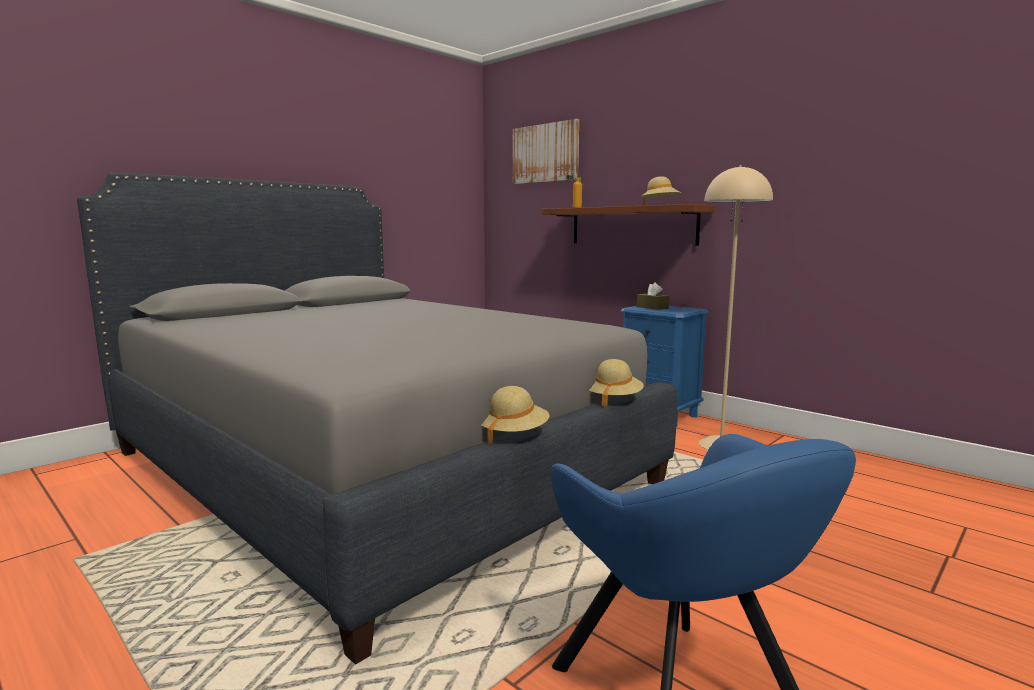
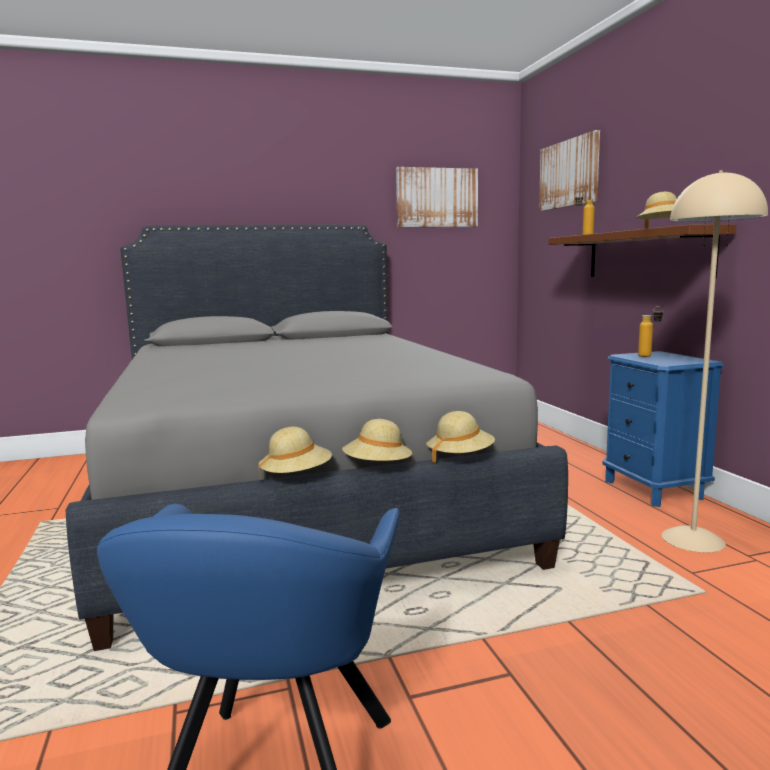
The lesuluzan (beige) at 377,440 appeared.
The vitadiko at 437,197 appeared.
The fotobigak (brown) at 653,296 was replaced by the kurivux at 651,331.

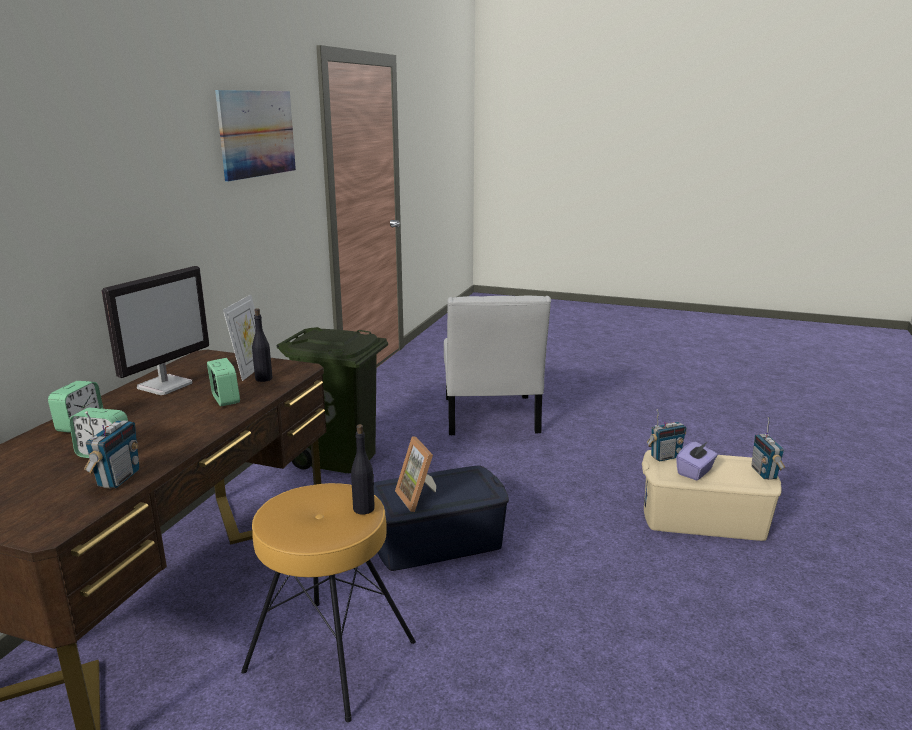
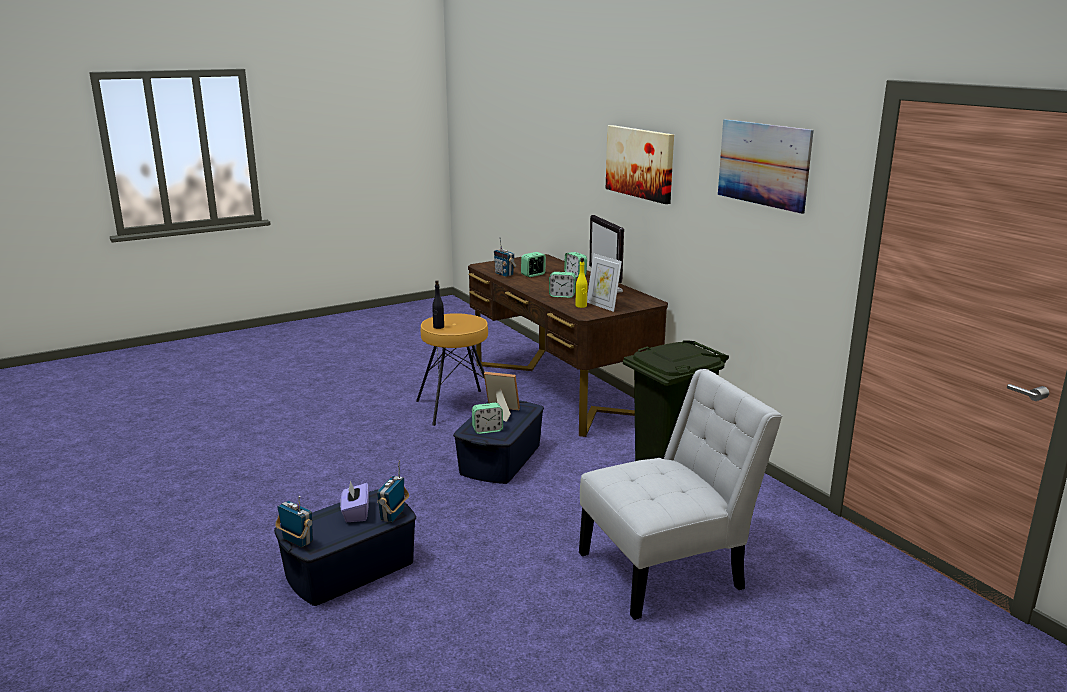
The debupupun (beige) at 712,495 became the debupupun (blue) at 345,547.
The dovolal at 487,418 appeared.
The kurivux (black) at 262,345 became the kurivux (yellow) at 581,283.
The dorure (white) at 497,365 turned 120 degrees clockwise.
The vitadiko at 640,164 appeared.

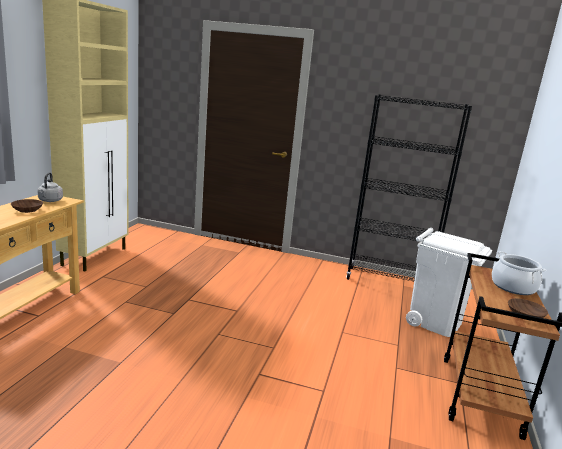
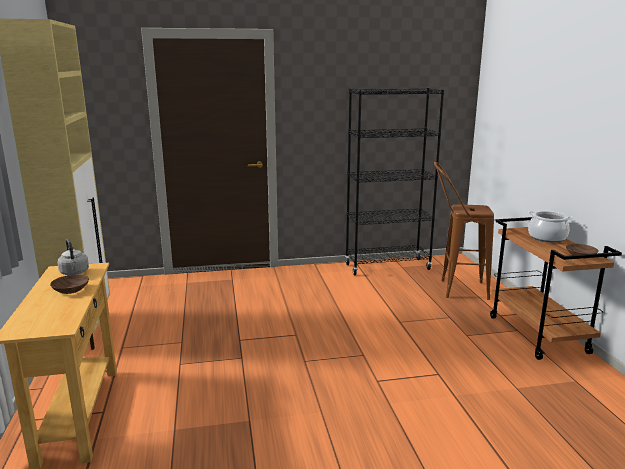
The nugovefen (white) at 449,282 was replaced by the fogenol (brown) at 464,231.

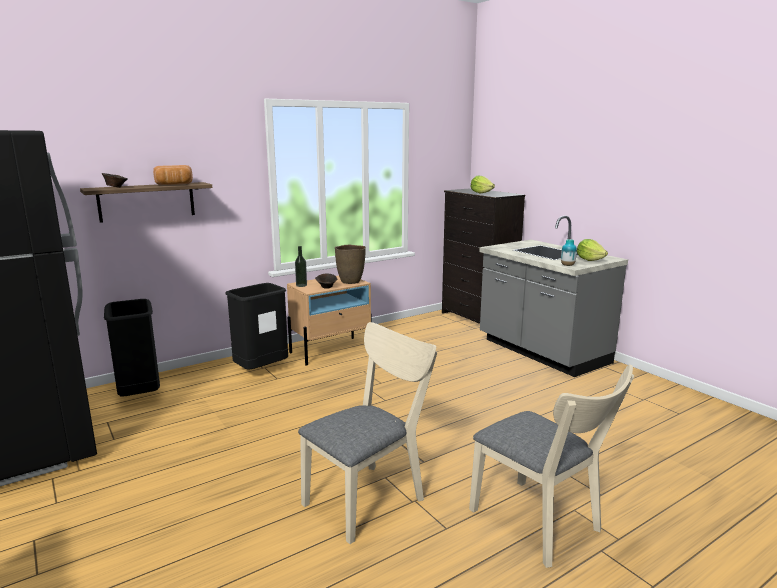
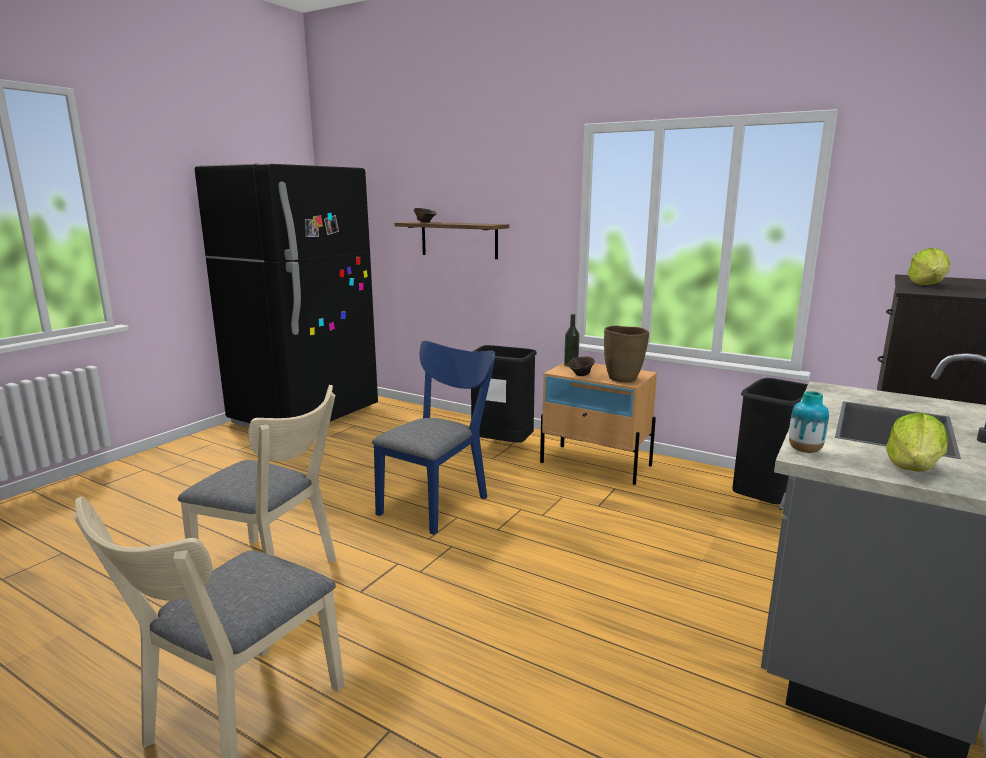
The dorure (blue) at 433,438 appeared.
The nugovefen (black) moved from 132,347 to 770,441.
The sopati at 173,175 disappeared.

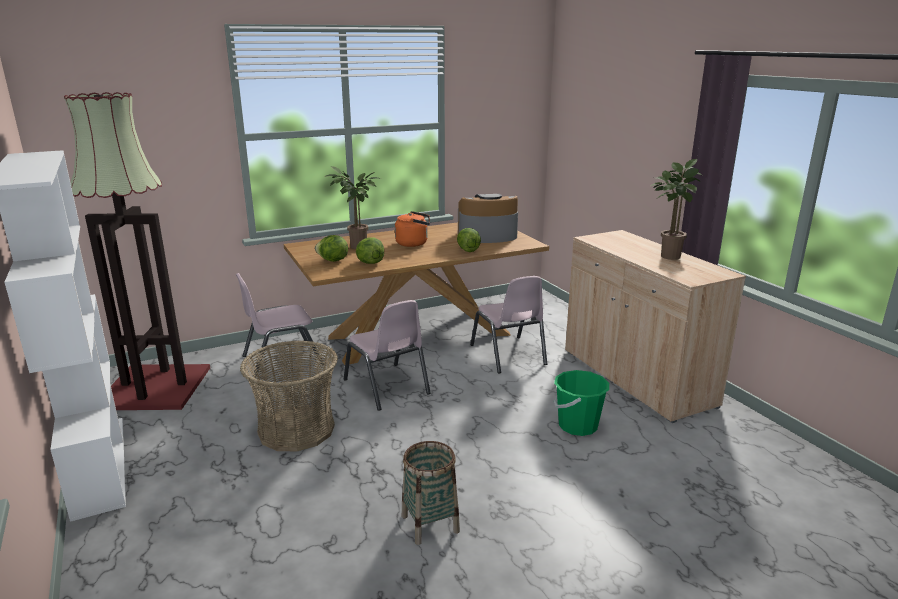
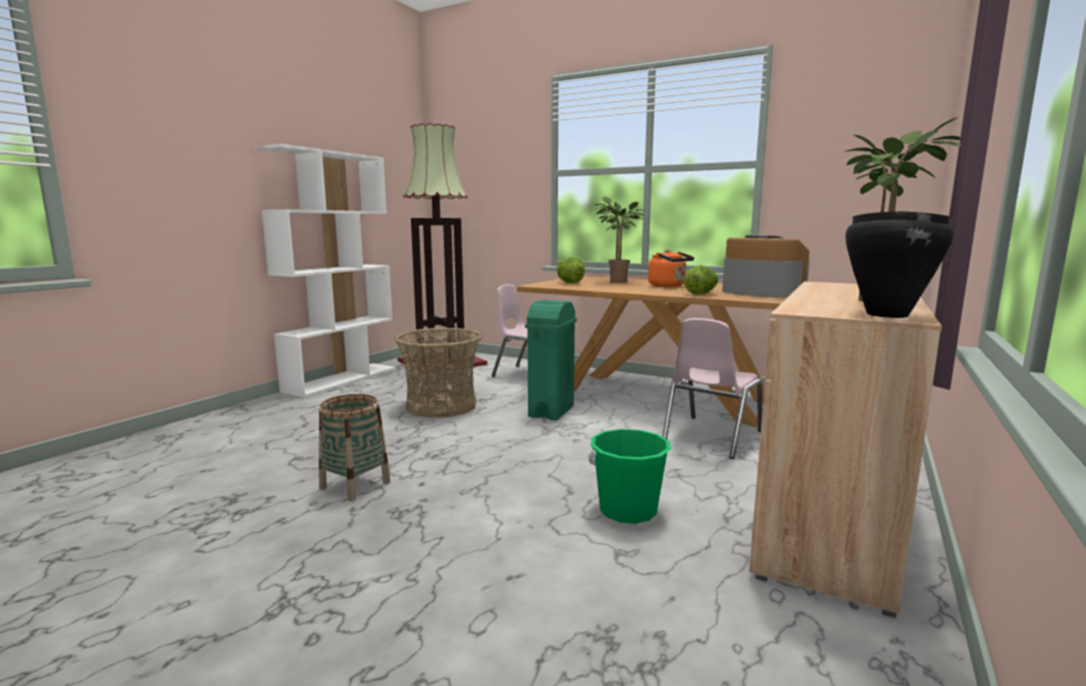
The dorure (pink) at 387,355 was replaced by the nugovefen (green) at 551,360.
The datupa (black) at 899,264 appeared.
The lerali at 370,250 disappeared.

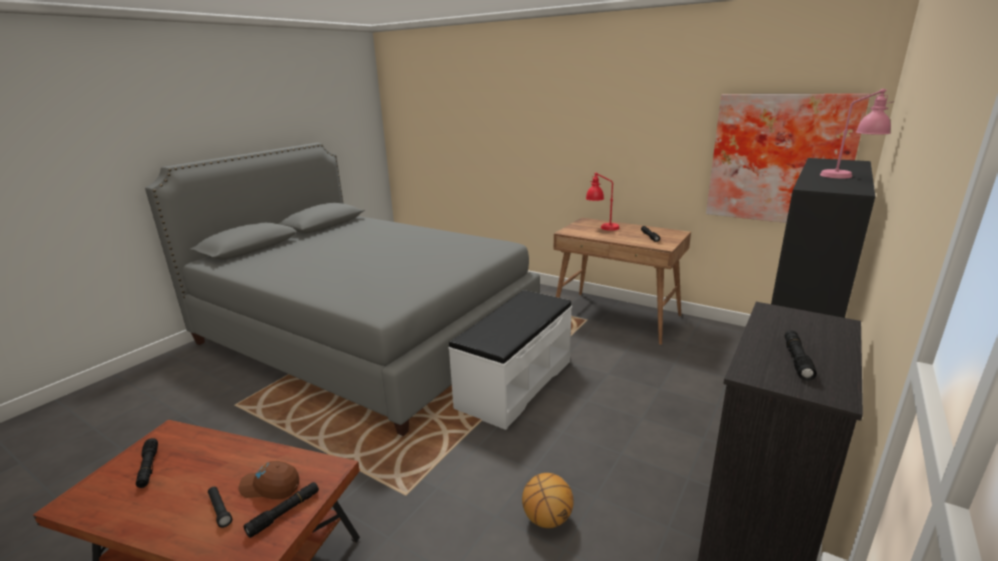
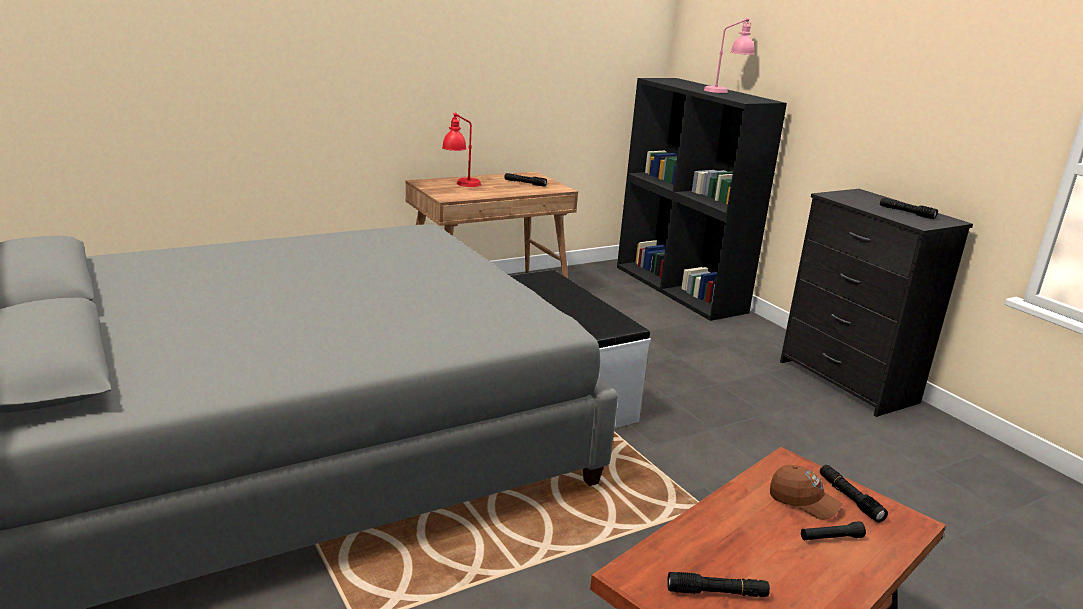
The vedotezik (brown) at 268,480 turned 90 degrees counterclockwise.
The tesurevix at 548,500 disappeared.
The vitadiko at 788,158 disappeared.

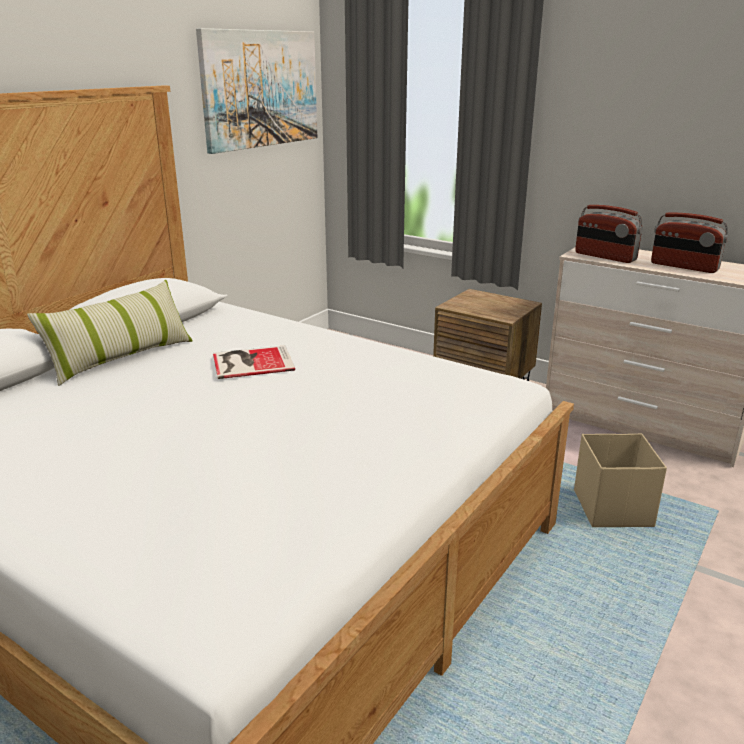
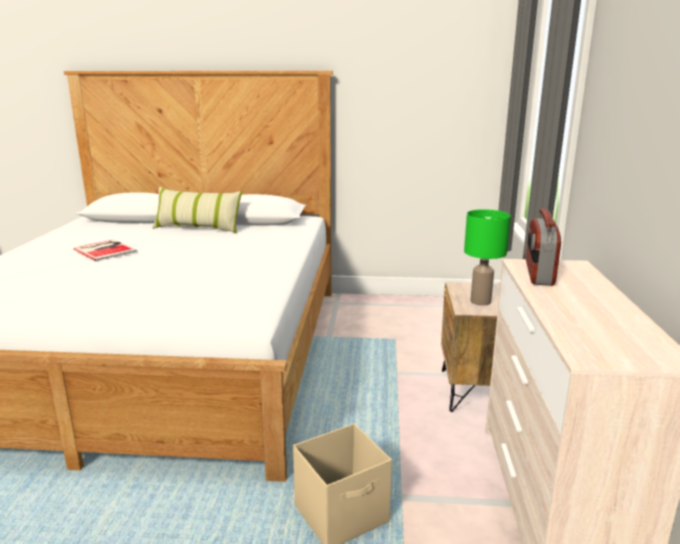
The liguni moved from 254,362 to 105,250.
The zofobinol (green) at 487,257 appeared.
The vitadiko at 256,91 disappeared.
The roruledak at 690,243 disappeared.

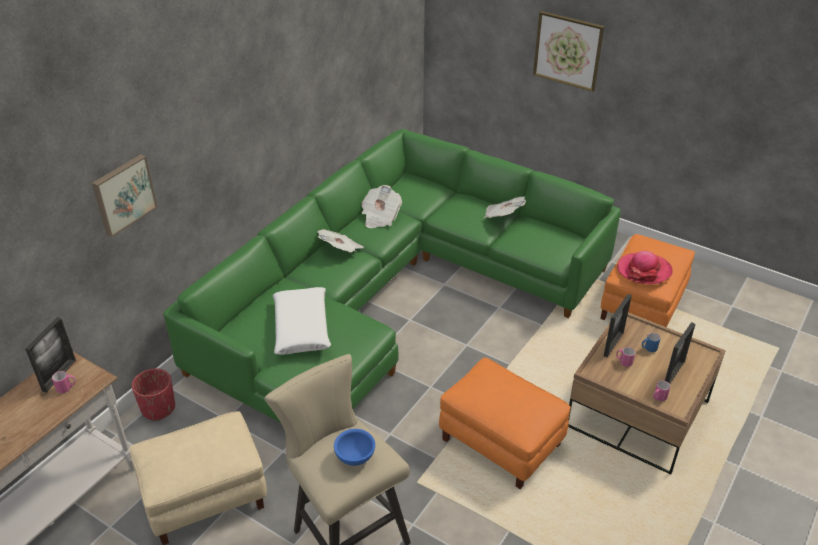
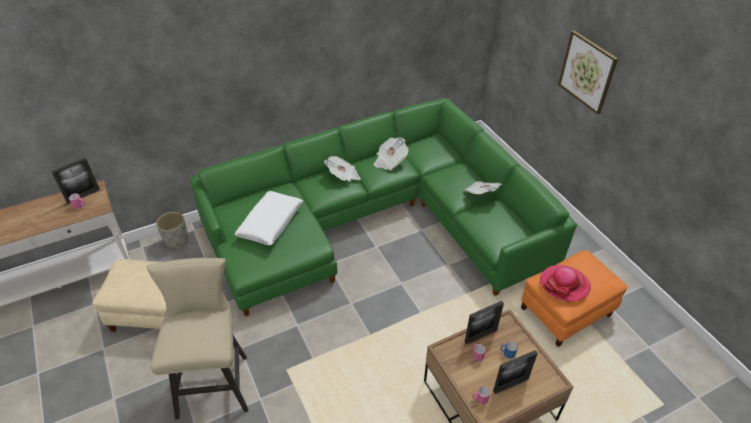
The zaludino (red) at 153,394 became the zaludino (grey) at 172,230.
The vitadiko at 124,195 disappeared.
The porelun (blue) at 354,447 disappeared.
The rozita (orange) at 505,423 disappeared.

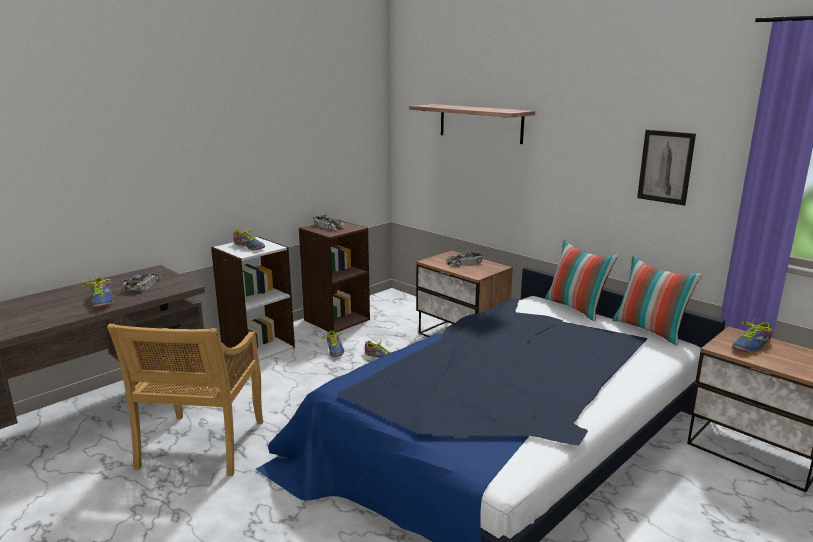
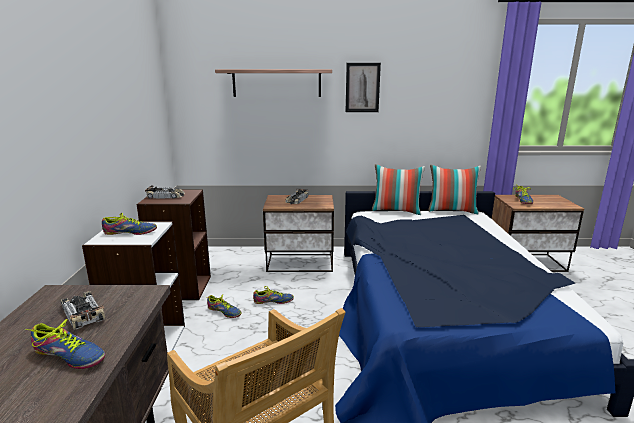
The vitadiko moved from 666,168 to 363,87.

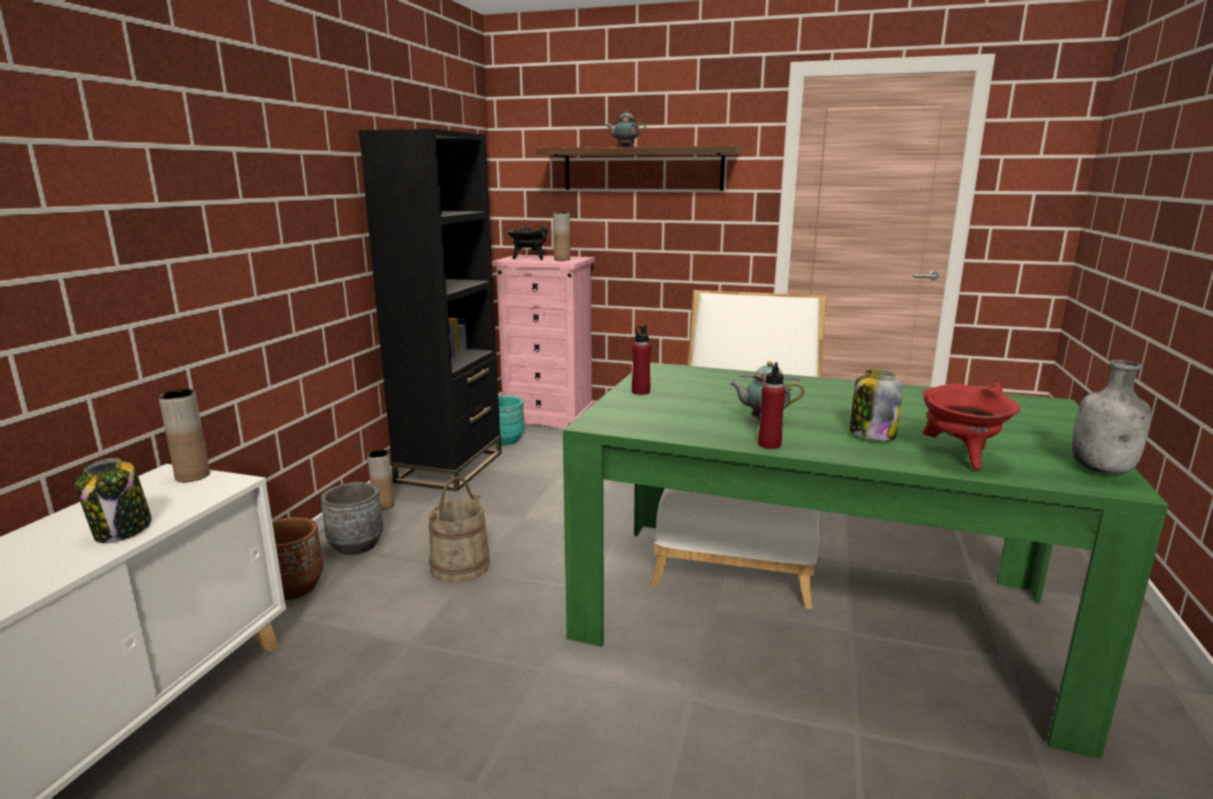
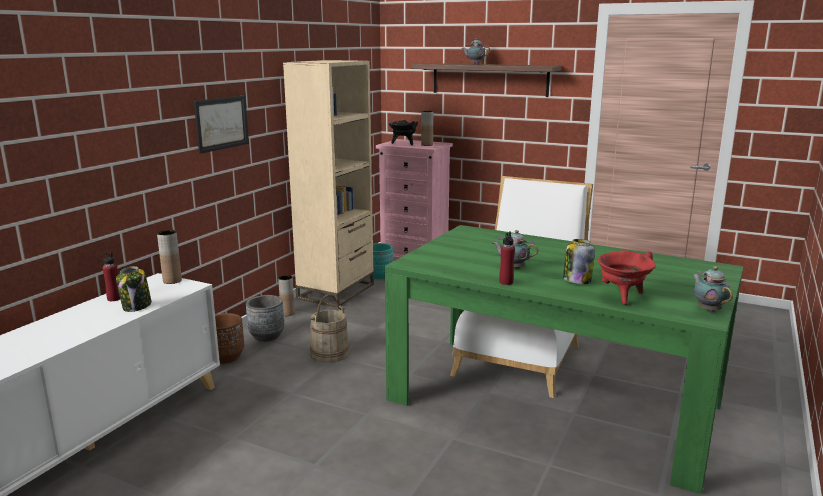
The kurivux (red) moved from 641,360 to 110,276.
The vitadiko at 221,124 appeared.
The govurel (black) at 429,309 became the govurel (beige) at 328,184.
The kurivux (grey) at 1111,417 was replaced by the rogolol at 713,289.

